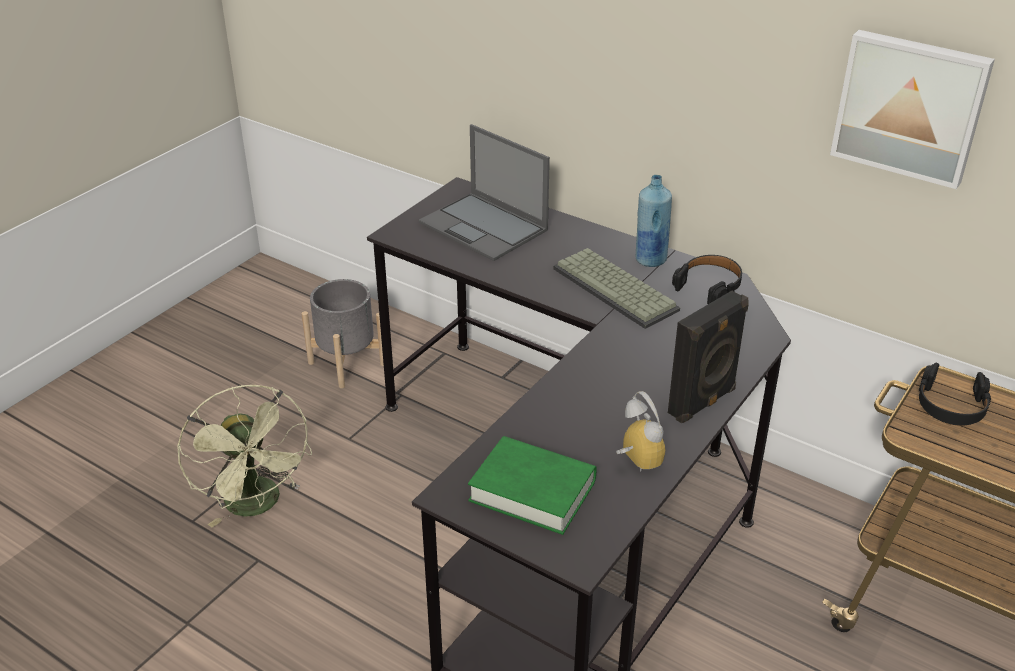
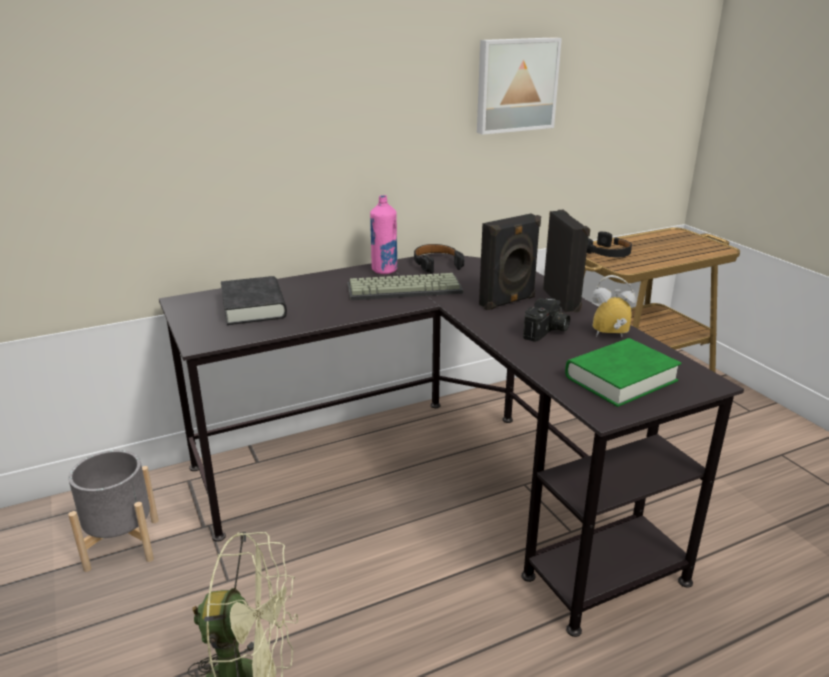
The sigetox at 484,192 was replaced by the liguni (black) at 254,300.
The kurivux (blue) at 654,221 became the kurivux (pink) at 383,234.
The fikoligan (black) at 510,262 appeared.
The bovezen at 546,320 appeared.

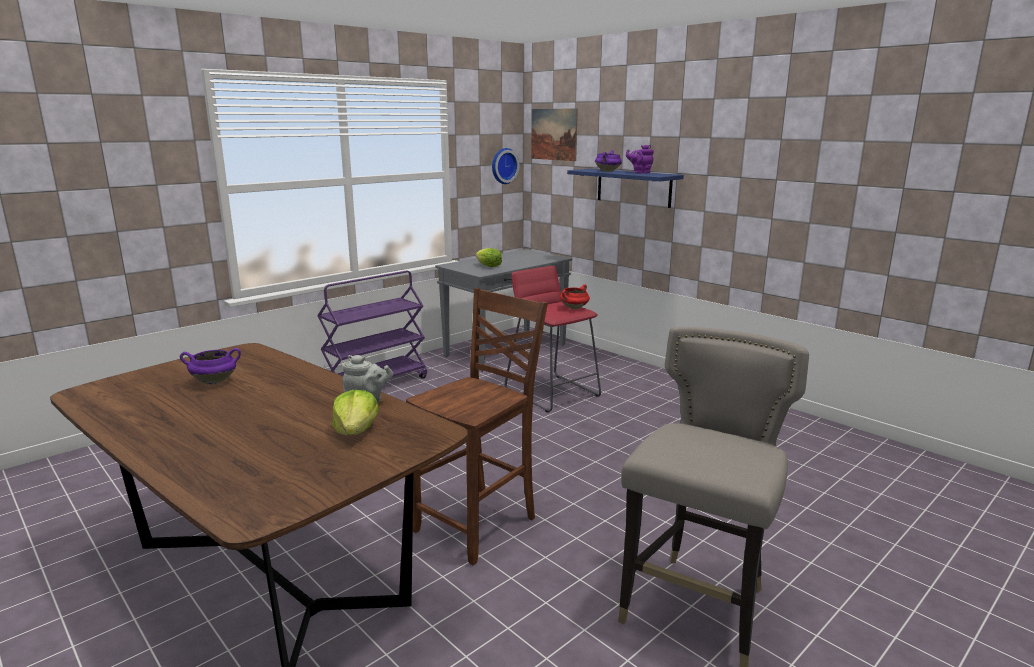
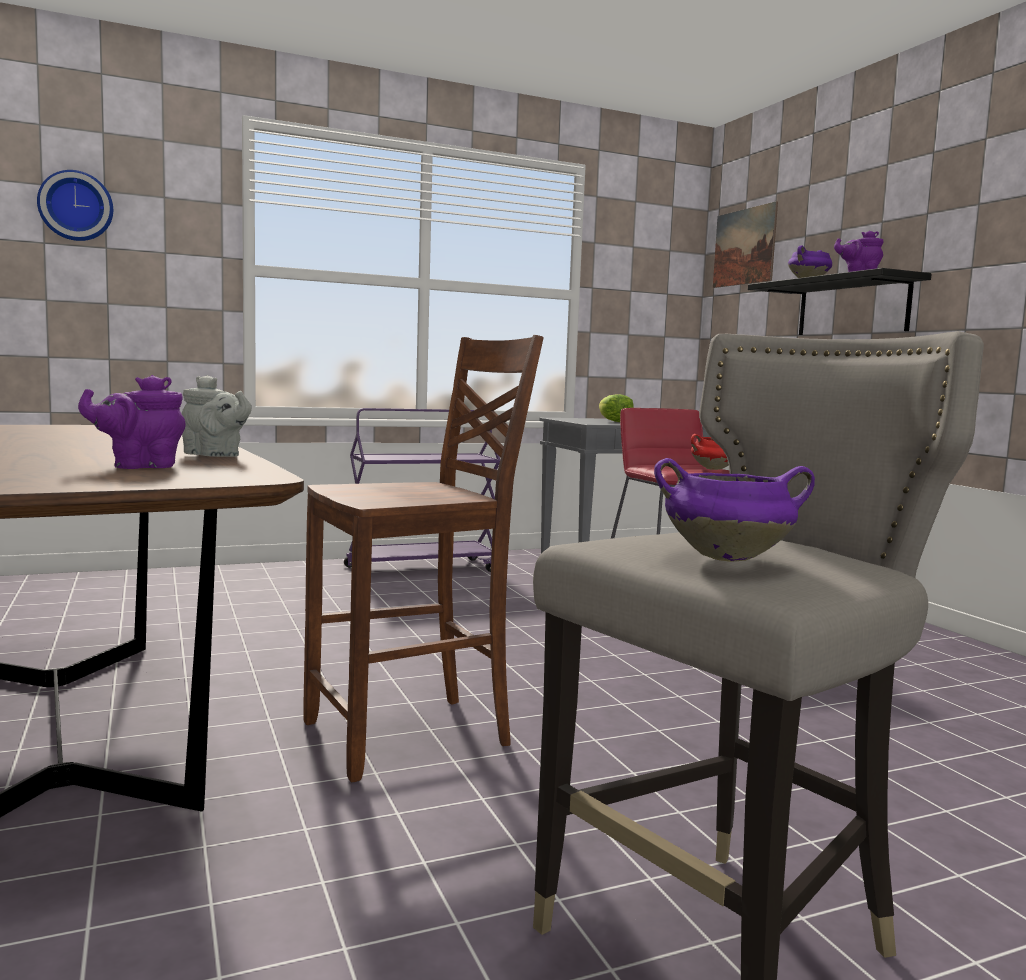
The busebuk moved from 505,166 to 75,205.
The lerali at 355,412 was replaced by the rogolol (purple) at 132,422.
The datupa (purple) moved from 210,366 to 734,510.
The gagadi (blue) at 625,188 became the gagadi (black) at 840,301.

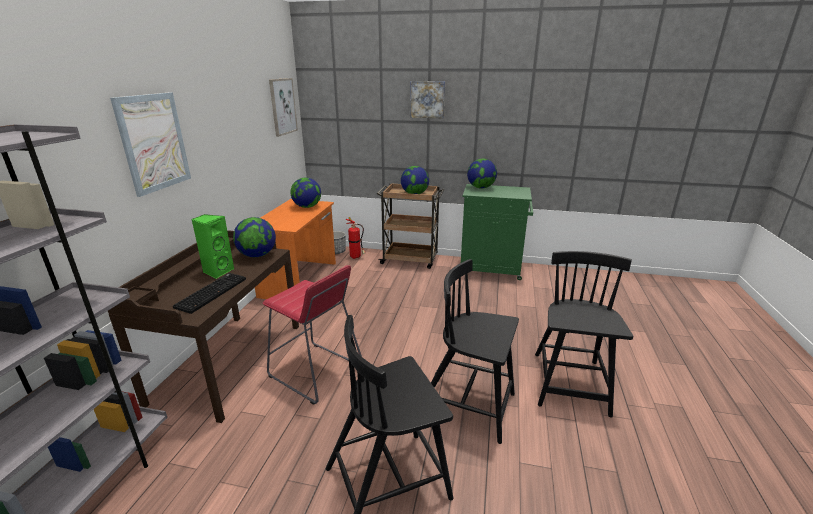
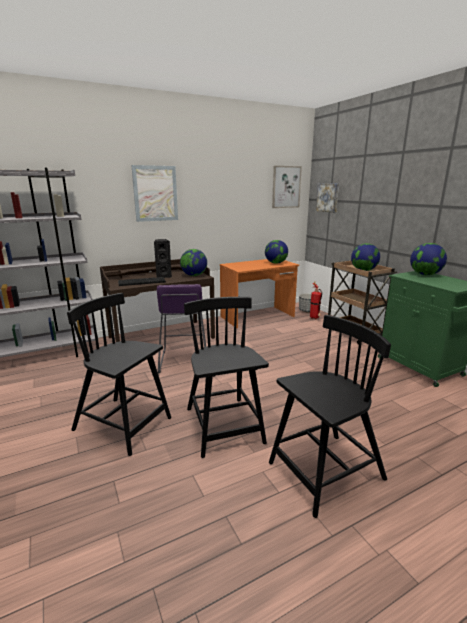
The fikoligan (green) at 213,246 became the fikoligan (black) at 163,258.
The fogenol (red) at 312,335 became the fogenol (purple) at 181,328.
The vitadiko moved from 427,99 to 327,198.

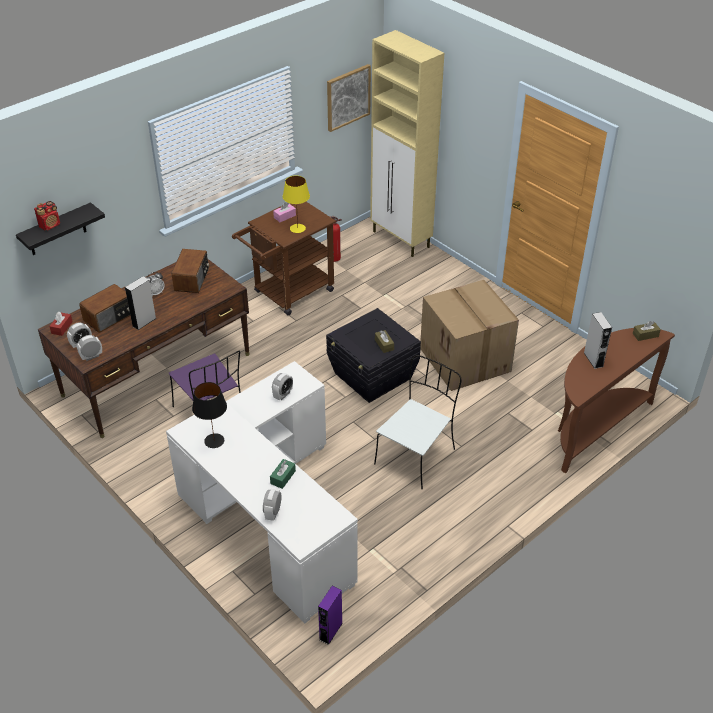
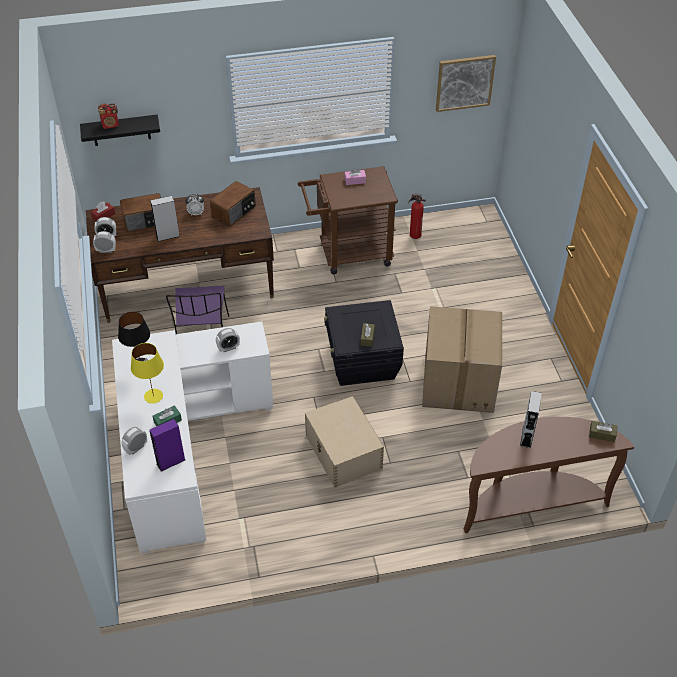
The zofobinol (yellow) moved from 296,204 to 147,373.
The fikoligan (purple) moved from 330,615 to 167,445.
The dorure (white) at 418,422 was replaced by the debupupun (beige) at 344,442.
The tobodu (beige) at 407,143 disappeared.

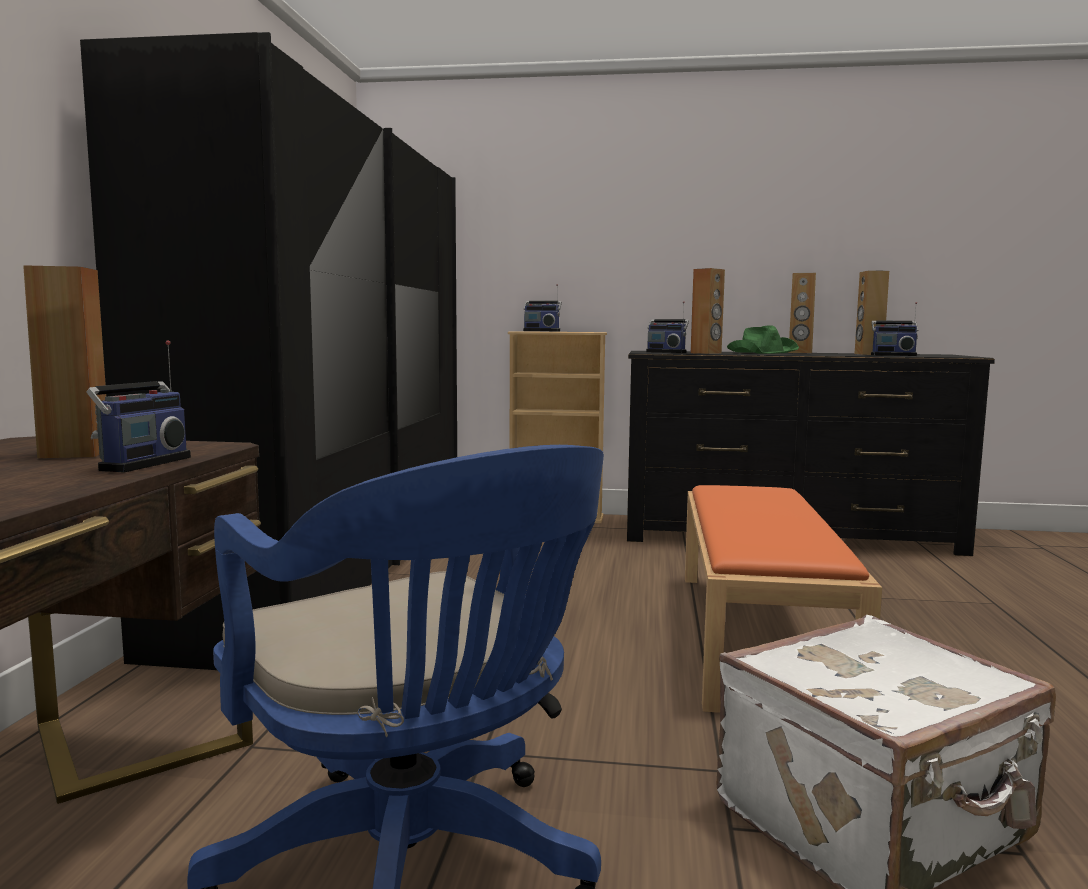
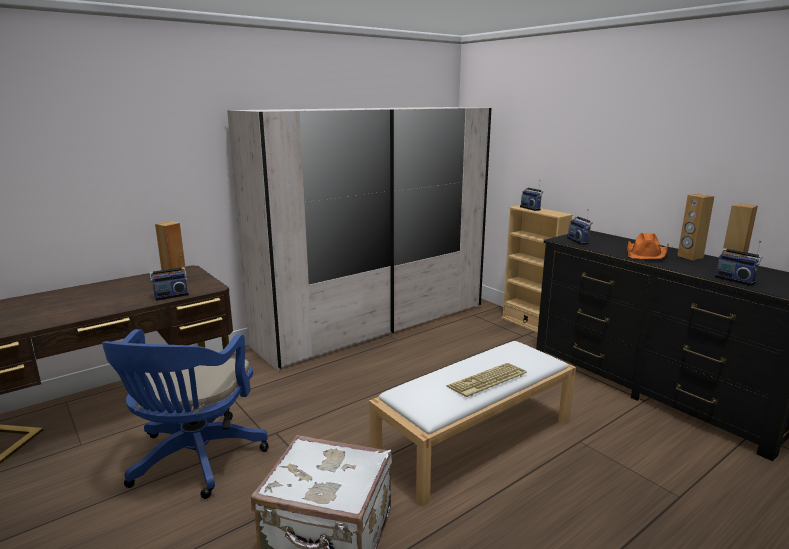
The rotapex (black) at 268,351 became the rotapex (white) at 359,239.
The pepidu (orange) at 783,599 became the pepidu (white) at 472,424.
The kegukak at 486,380 appeared.
The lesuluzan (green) at 763,339 became the lesuluzan (orange) at 648,246.
The fikoligan (brown) at 708,311 disappeared.

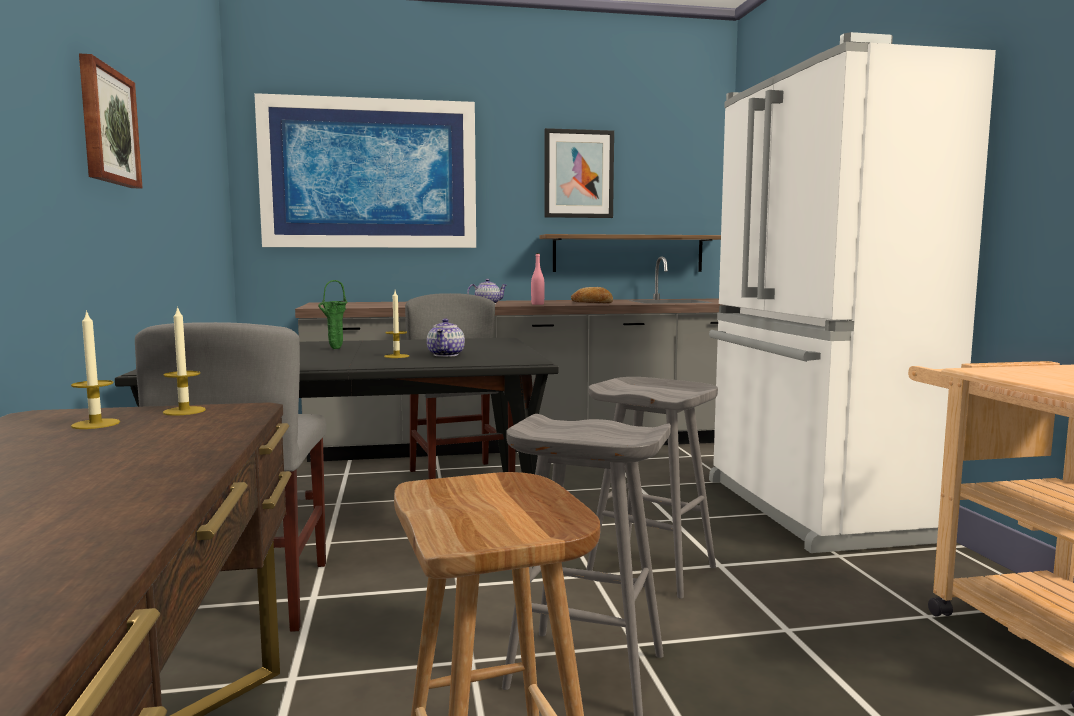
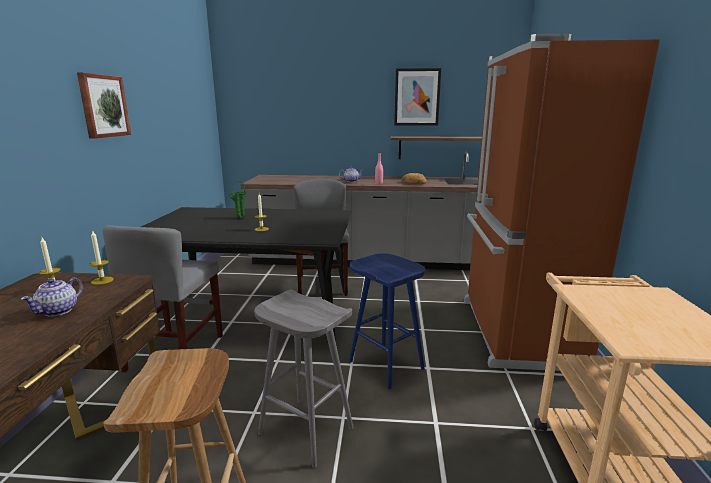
The rogolol moved from 446,337 to 52,297.
The fogenol (grey) at 652,488 became the fogenol (blue) at 387,321.
The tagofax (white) at 852,292 became the tagofax (brown) at 562,202.
The vitadiko at 365,170 disappeared.

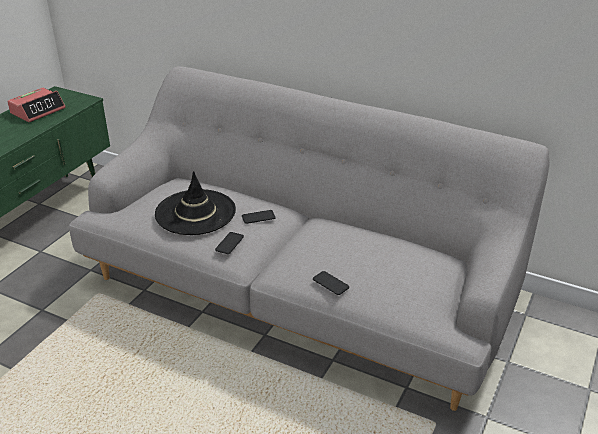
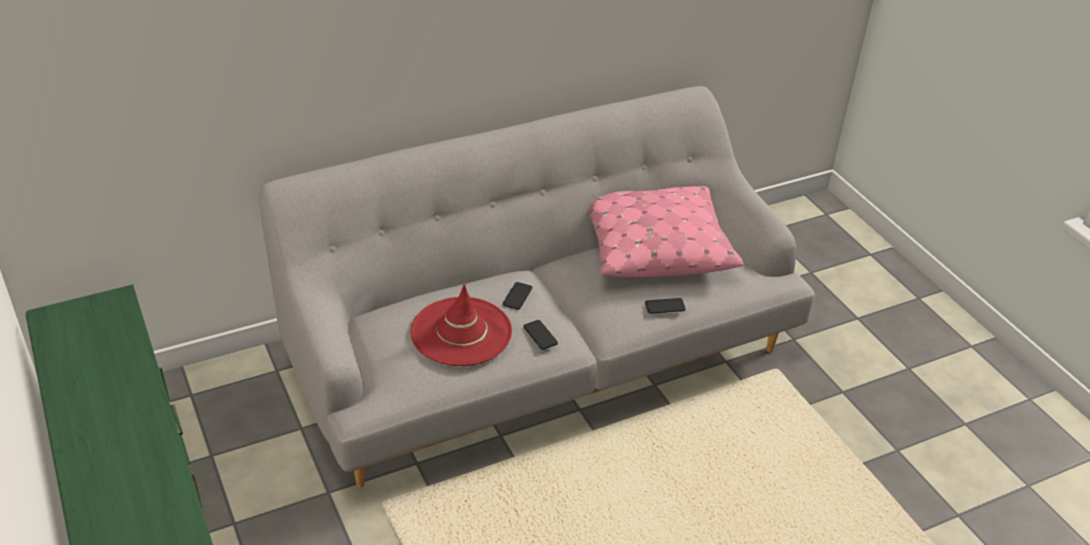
The lesuluzan (black) at 195,203 became the lesuluzan (red) at 461,325.
The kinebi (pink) at 665,231 appeared.
The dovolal at 36,105 disappeared.

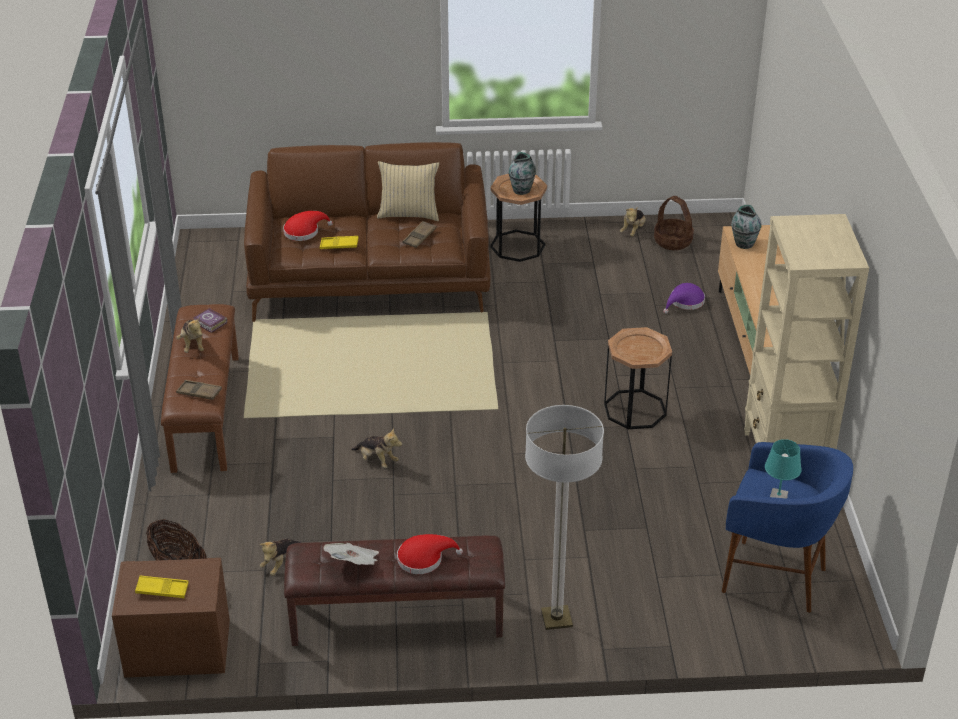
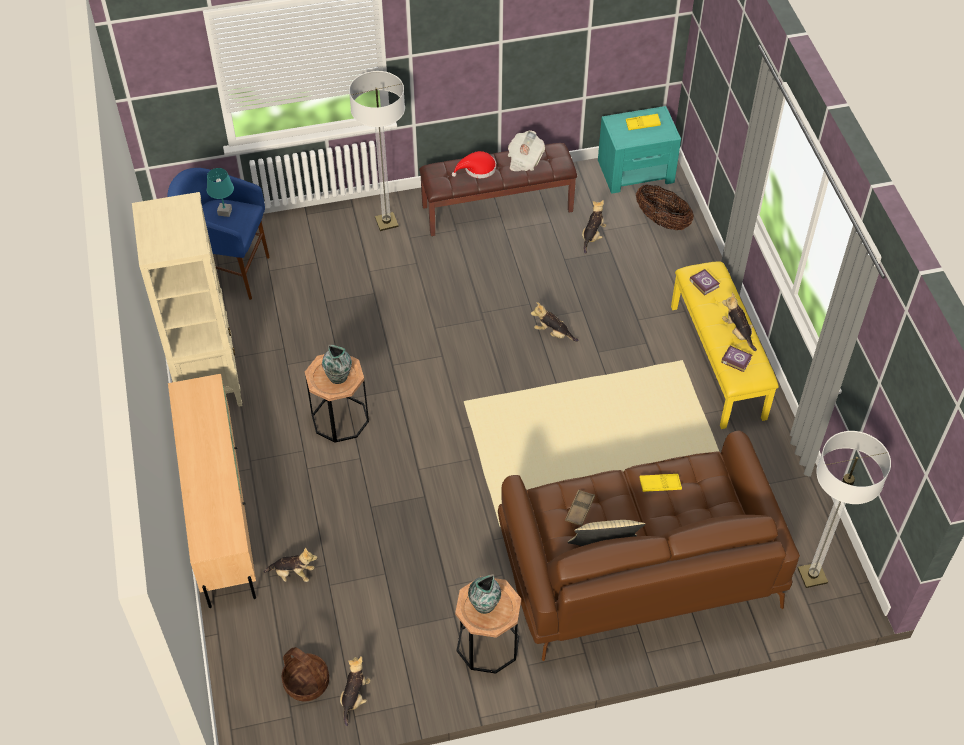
The lesuluzan (purple) at 684,298 was replaced by the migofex at 290,564.
The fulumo moved from 746,227 to 337,364.
The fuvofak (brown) at 171,618 became the fuvofak (turquoise) at 639,150.
The pepidu (brown) at 200,388 became the pepidu (yellow) at 725,345.
The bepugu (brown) at 199,390 was replaced by the liguni at 705,282.
The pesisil at 844,509 appeared.
The lesuluzan (red) at 308,226 disappeared.

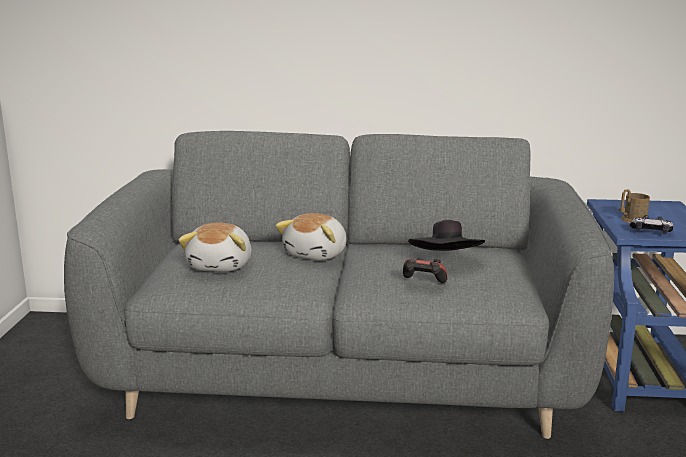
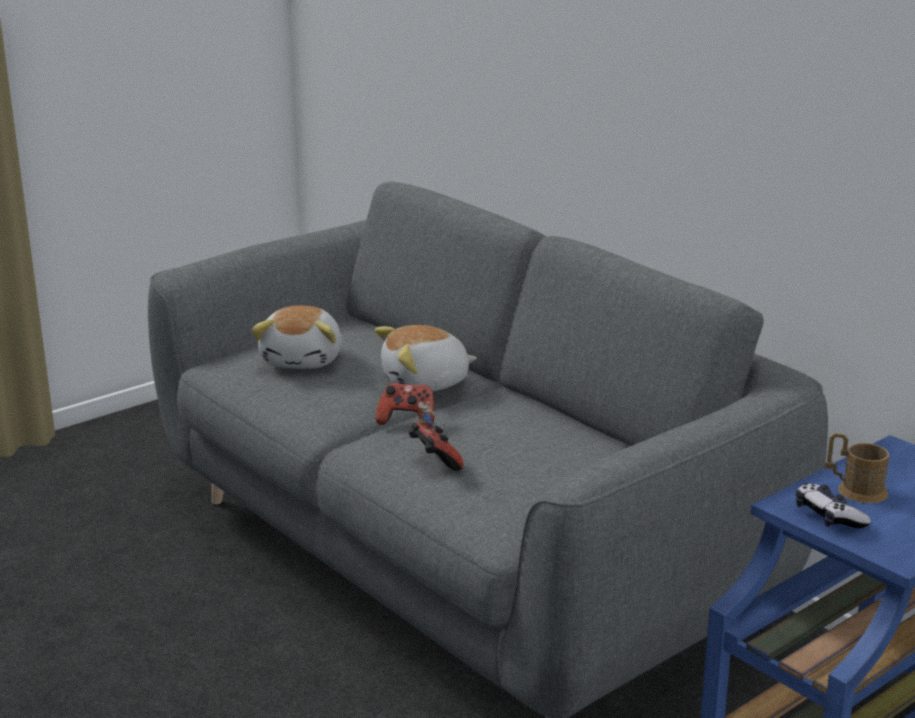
The migofex at 215,247 turned 45 degrees counterclockwise.
The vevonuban at 405,405 appeared.
The lesuluzan (black) at 446,235 disappeared.

